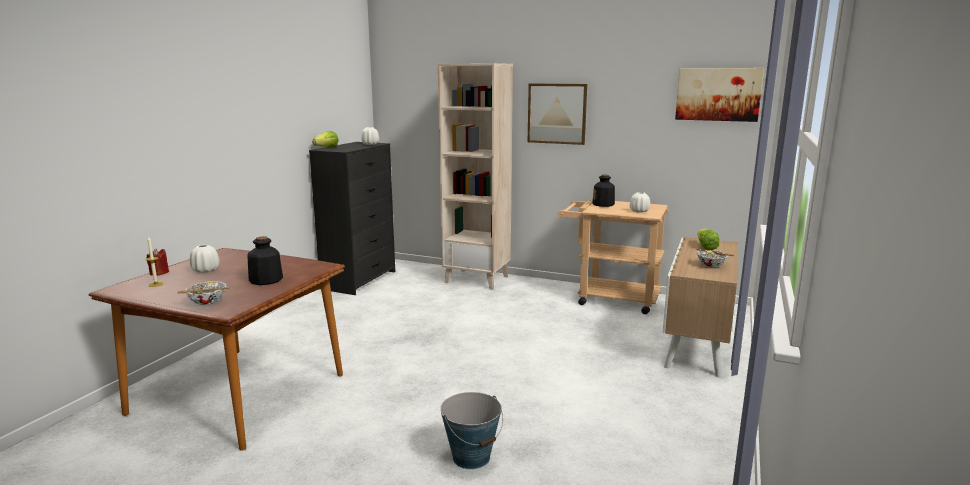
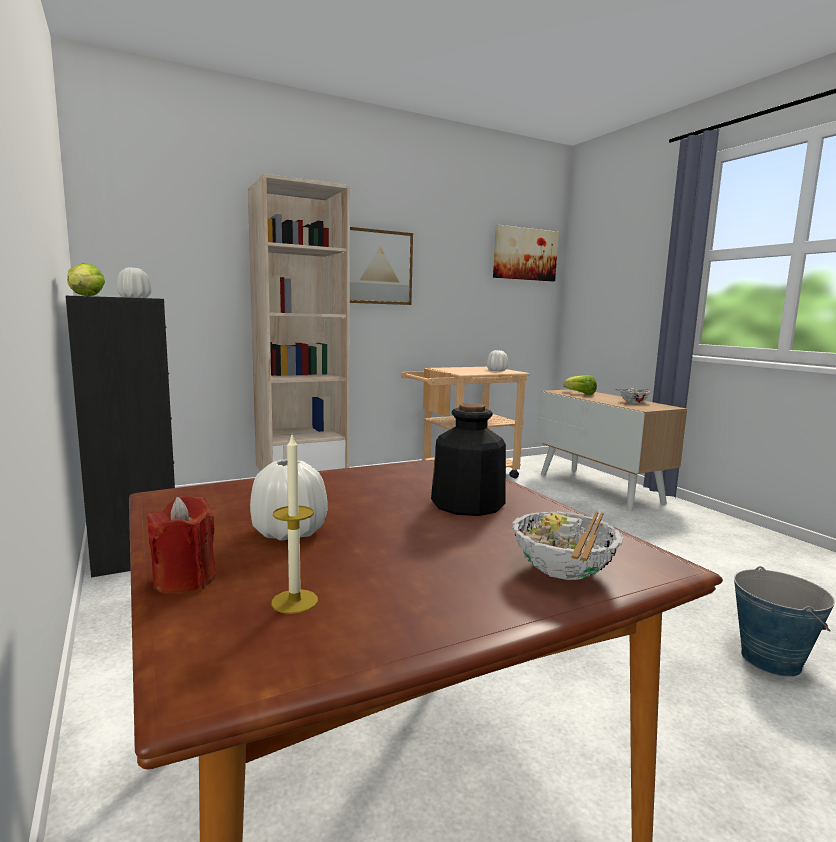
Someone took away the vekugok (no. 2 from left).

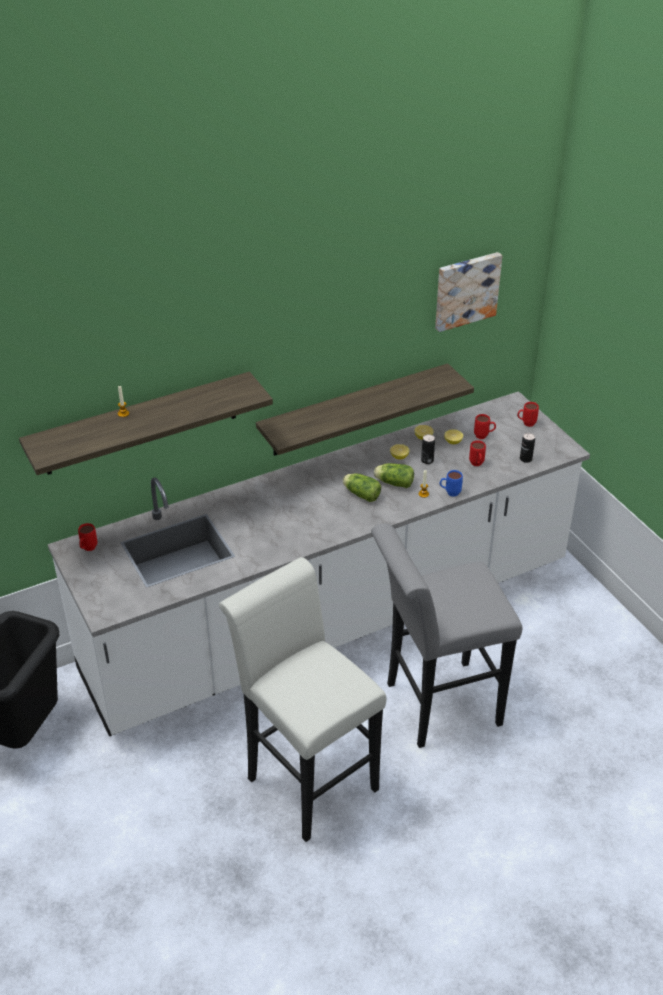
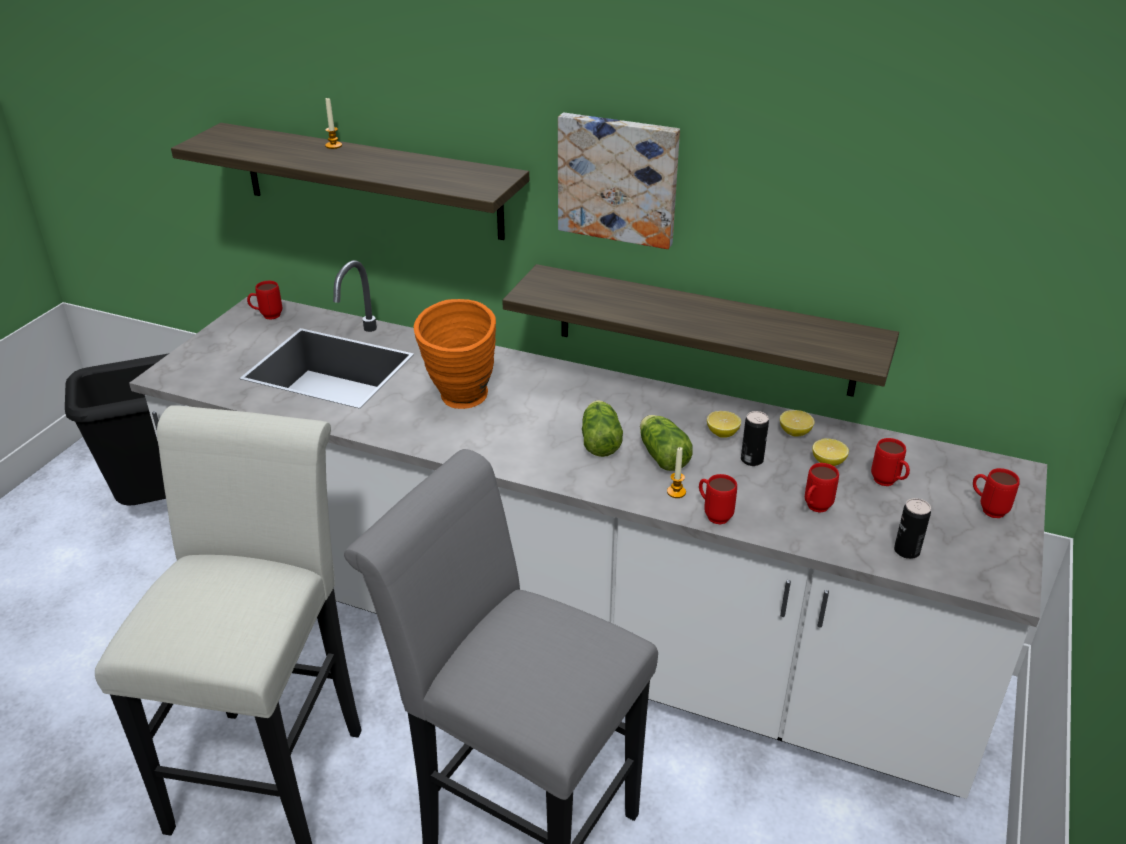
Someone put down the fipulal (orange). Someone carried the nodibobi. Someone repainted the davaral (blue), which became the davaral (red) (no. 2 from left).

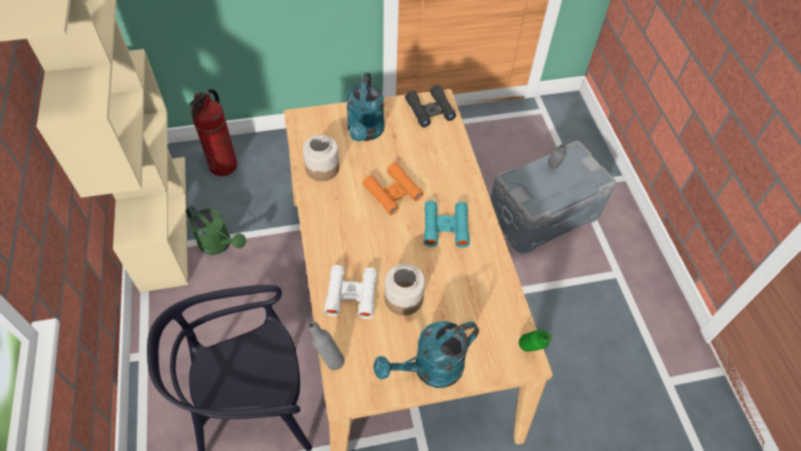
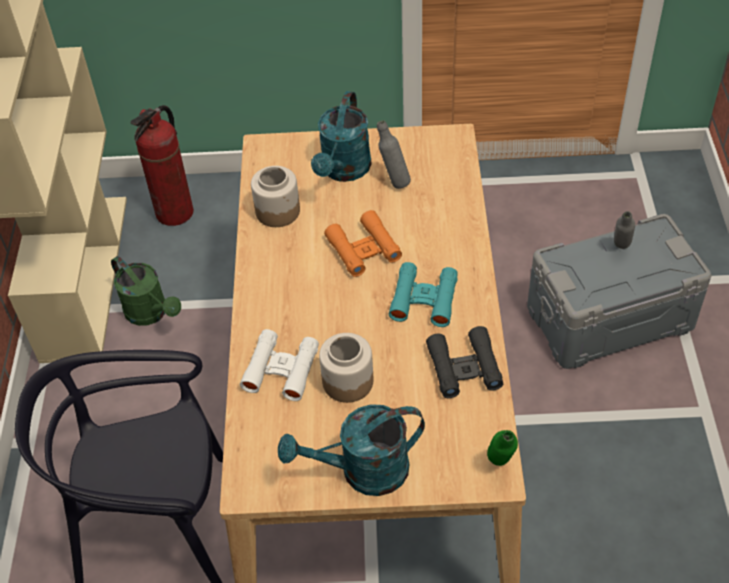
Someone carried the vekugok (grey) (no. 1 from left). Someone carried the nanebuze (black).

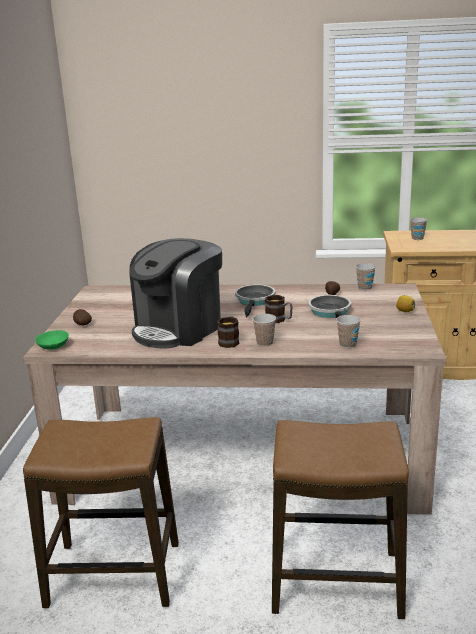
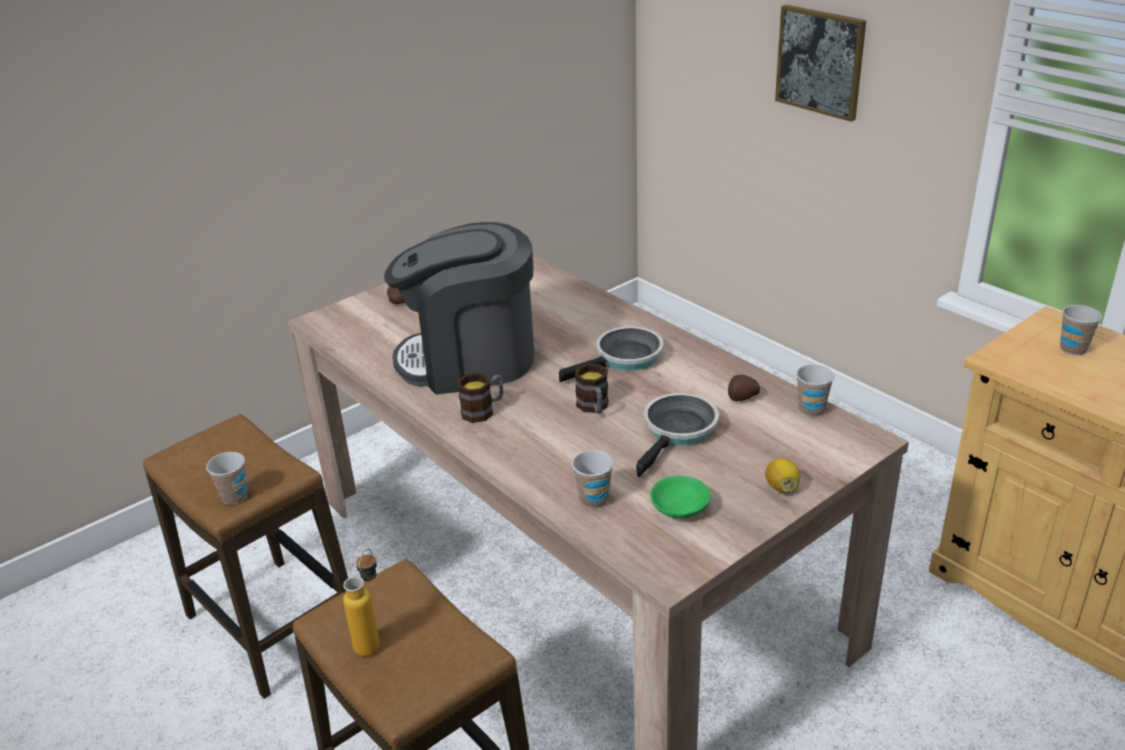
Someone carried the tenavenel (no. 1 from left). Someone put down the vekugok. Someone carried the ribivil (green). Someone put up the nodibobi.

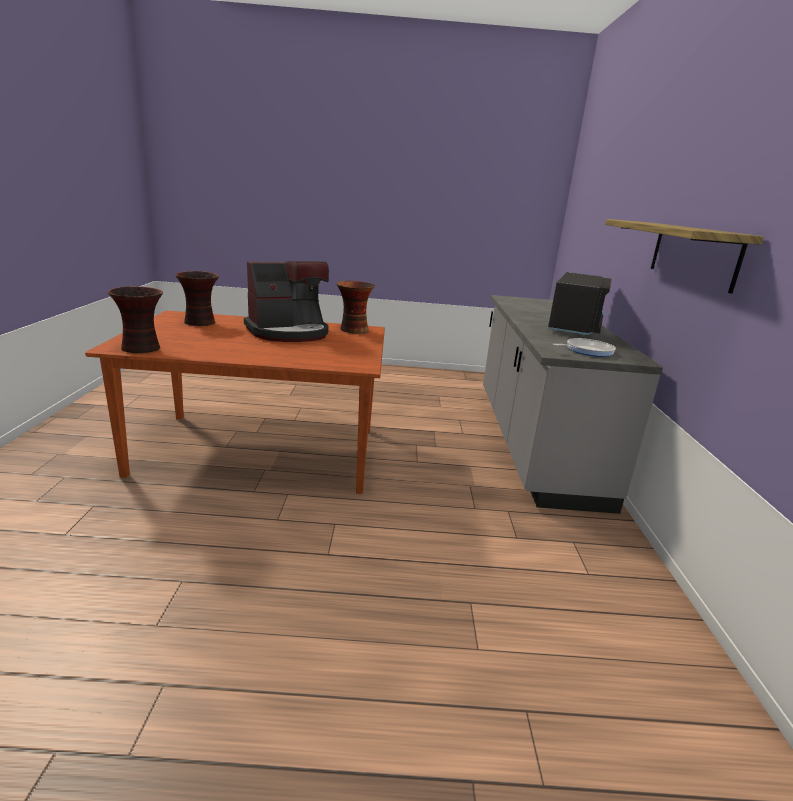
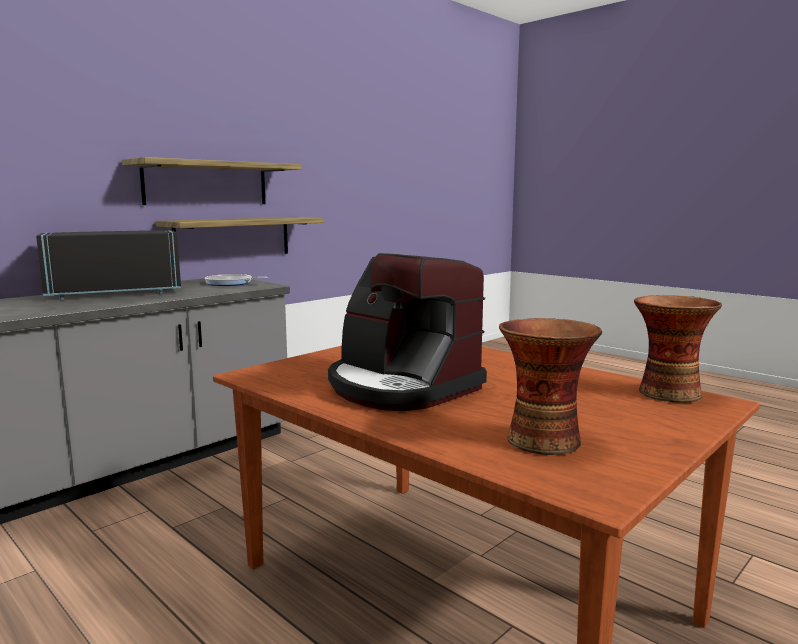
Someone put up the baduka (no. 2 from left). Someone rotated the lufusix by 150 degrees counterclockwise. Someone took away the fipulal (no. 3 from left).

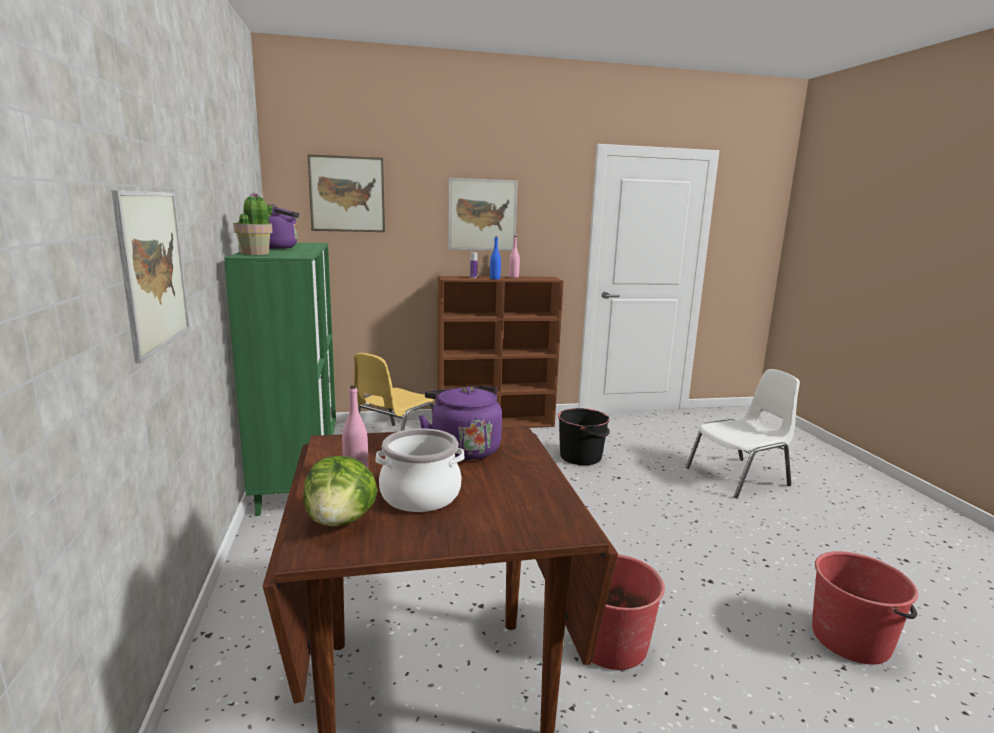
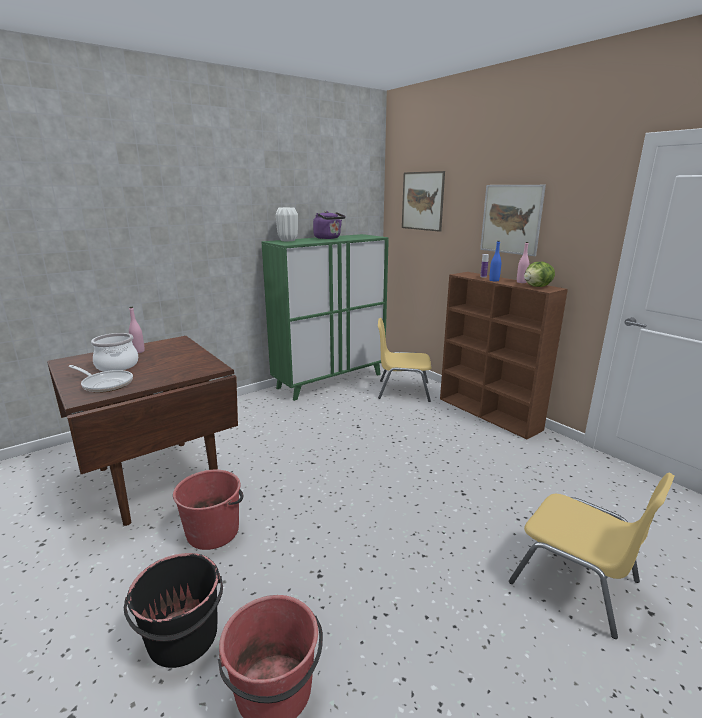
Someone put down the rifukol. Someone carried the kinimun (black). Someone swapped the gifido for the fipulal (white). Someone repainted the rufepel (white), which became the rufepel (yellow) (no. 2 from left). Someone carried the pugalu. Someone took away the nodibobi (no. 1 from left). Someone took away the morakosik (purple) (no. 2 from left).

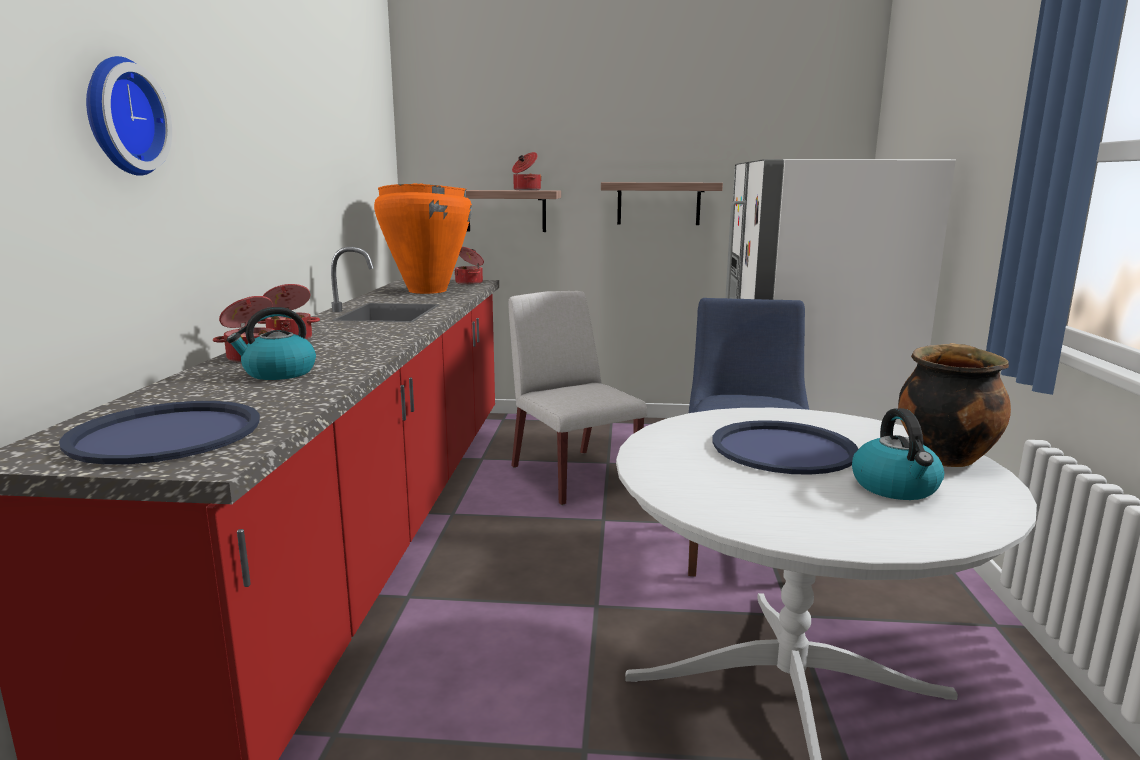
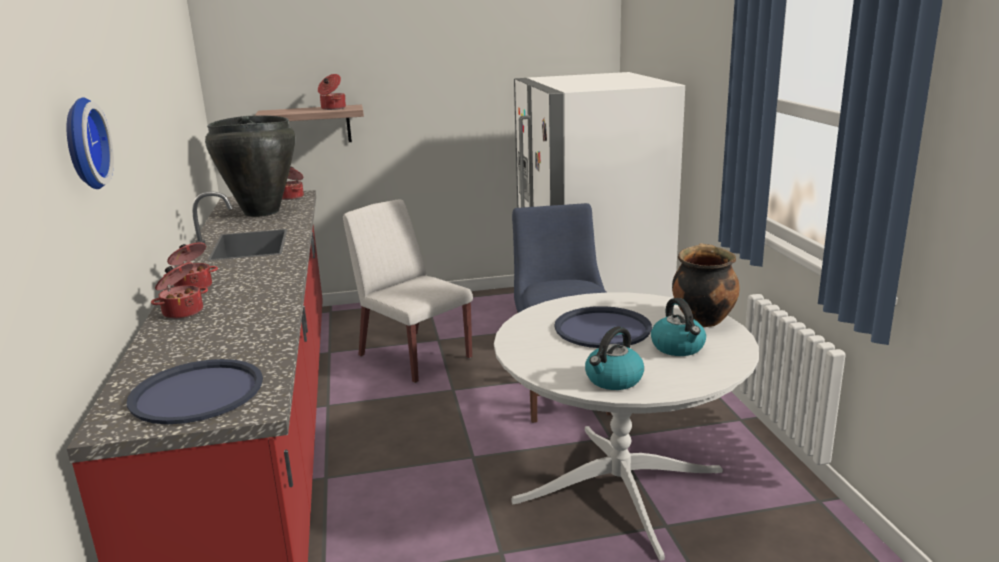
Someone repainted the fipulal (orange), which became the fipulal (black). Someone carried the morakosik (no. 1 from left). Someone took away the baduka (no. 2 from left).

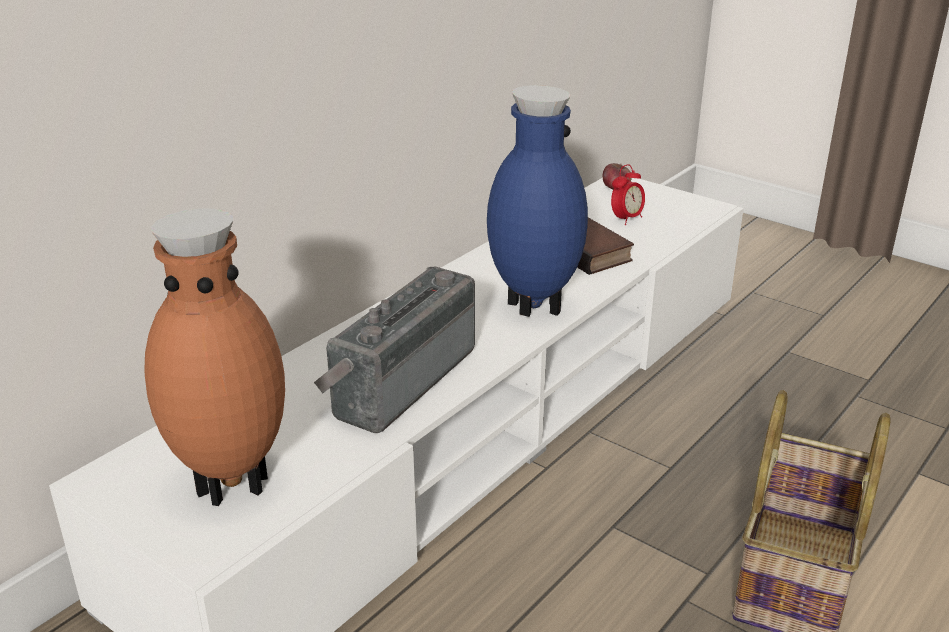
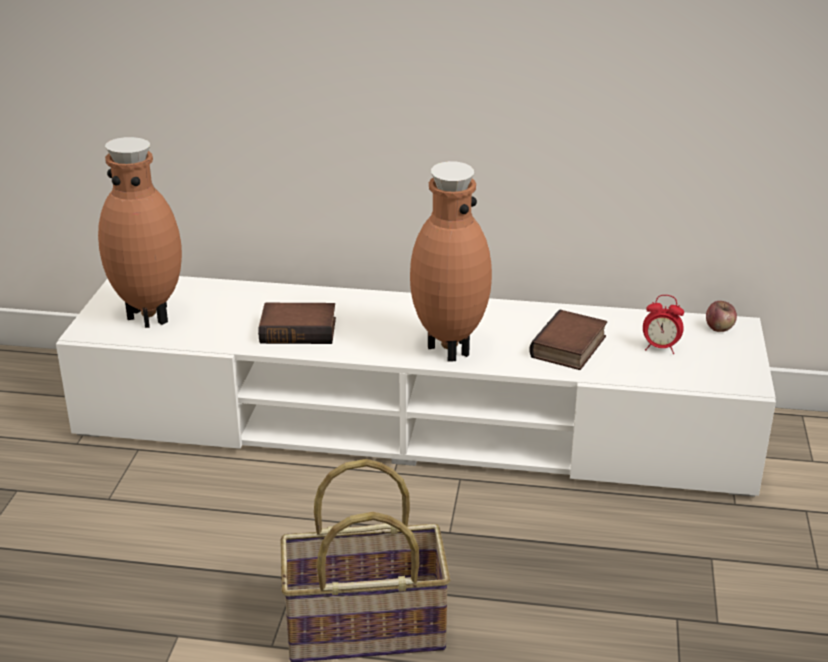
Someone swapped the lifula for the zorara (no. 1 from left). Someone repainted the fipulal (blue), which became the fipulal (brown) (no. 2 from left).

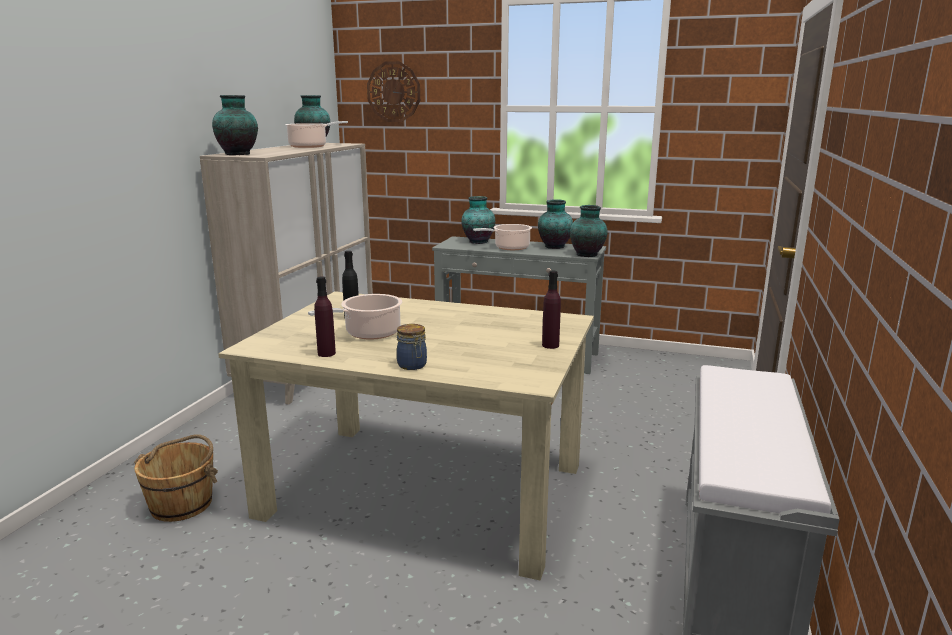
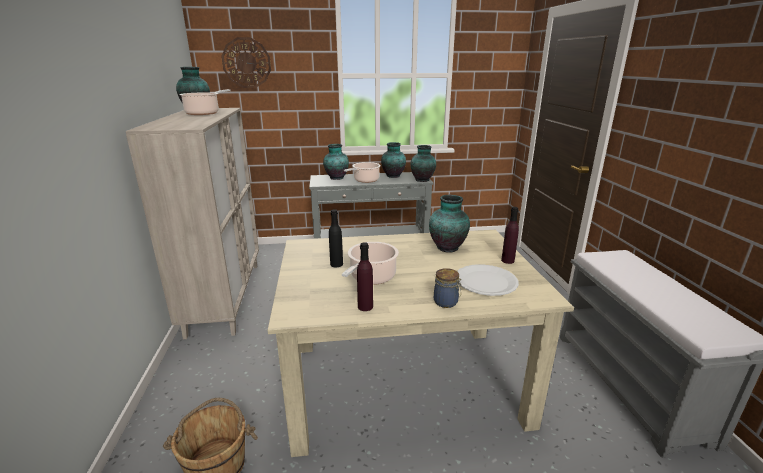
Someone carried the fipulal (no. 1 from left in the first image). Someone put down the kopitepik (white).

